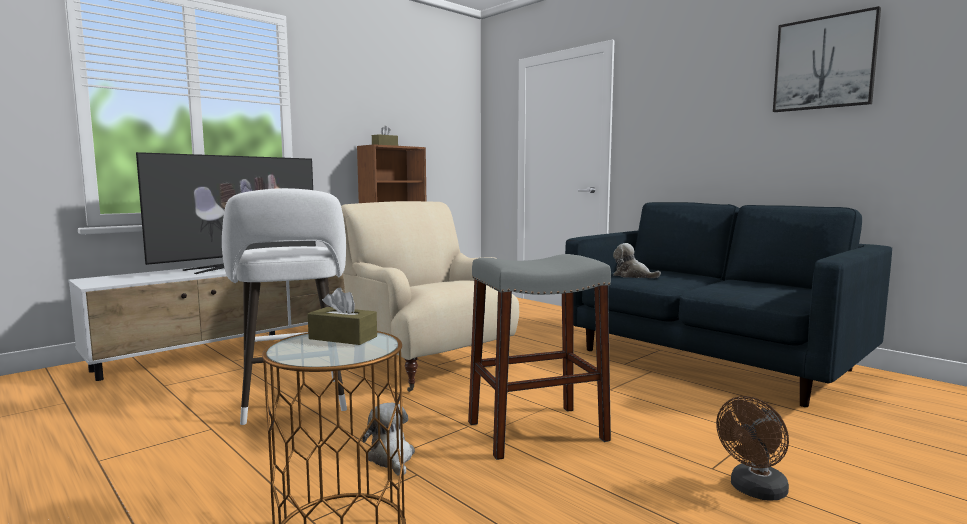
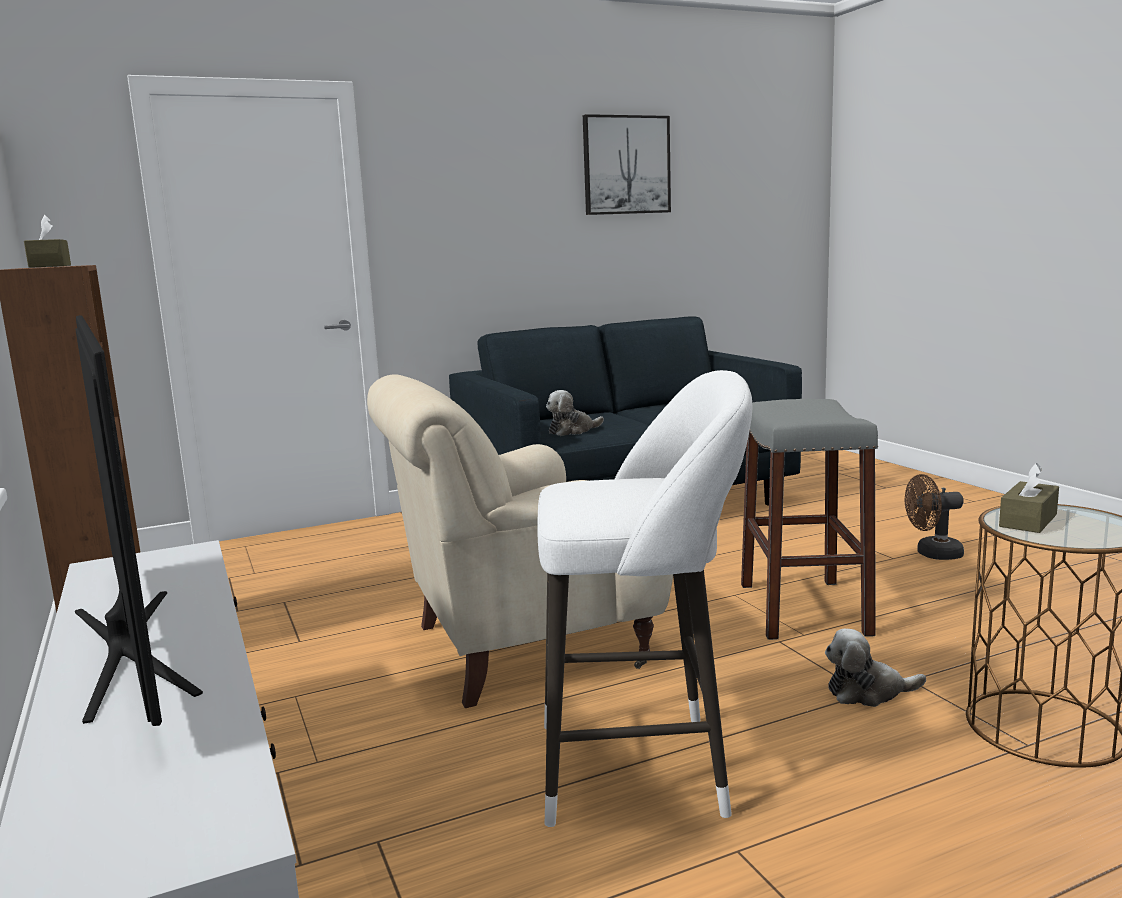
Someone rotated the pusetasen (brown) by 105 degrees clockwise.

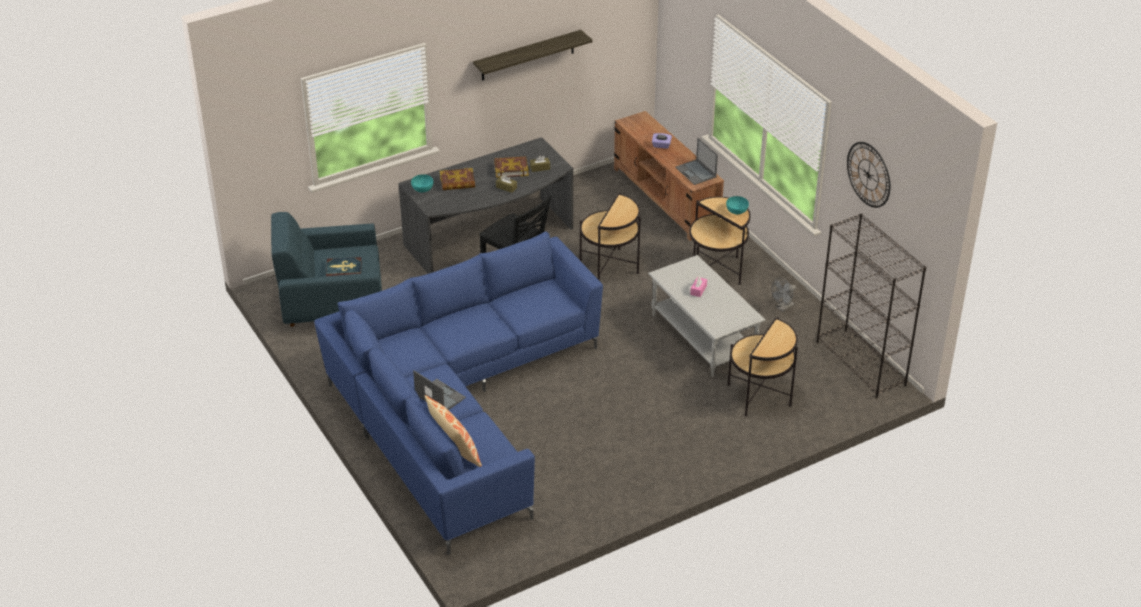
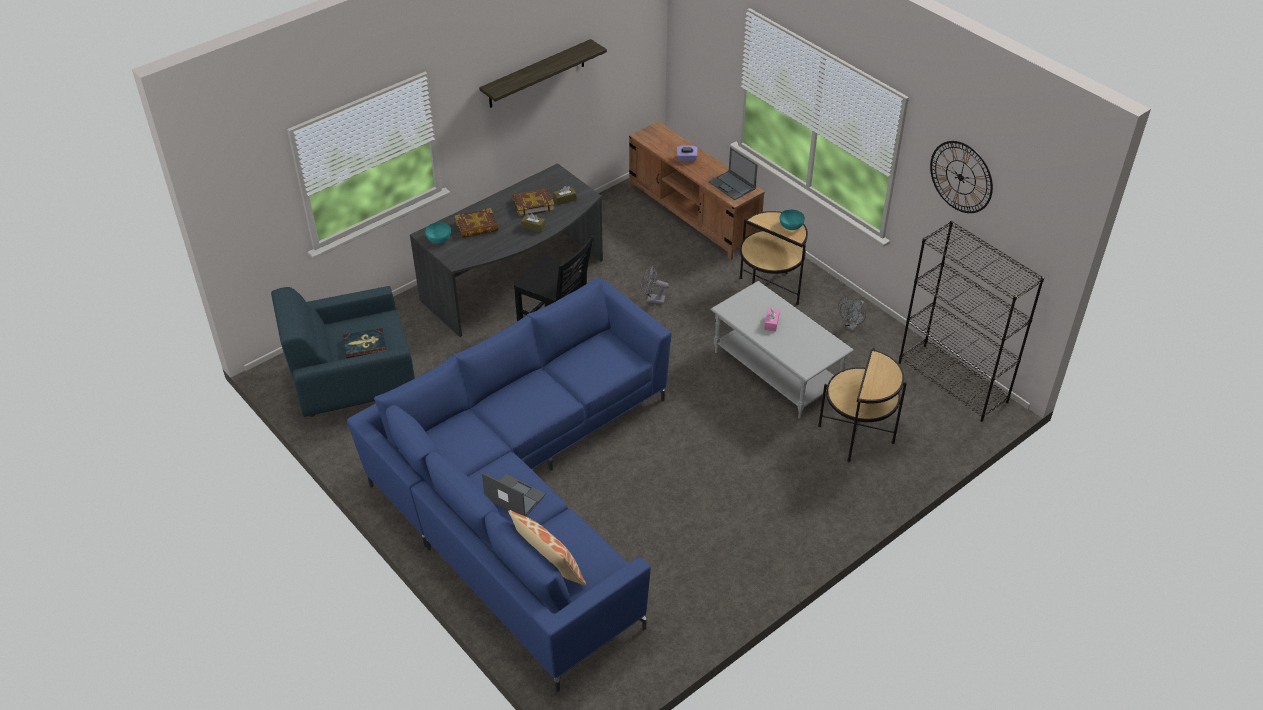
Someone swapped the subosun (no. 1 from left) for the pusetasen (grey) (no. 1 from left).

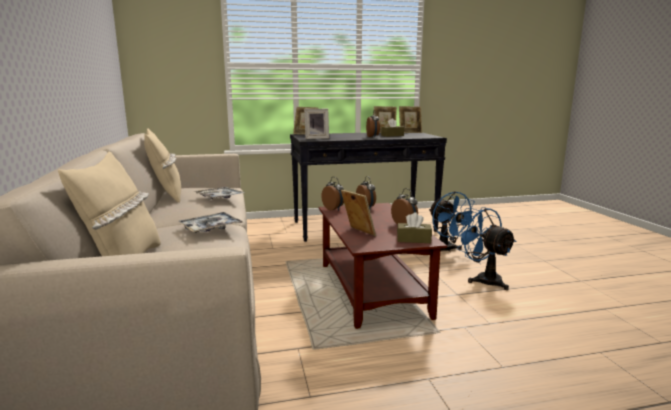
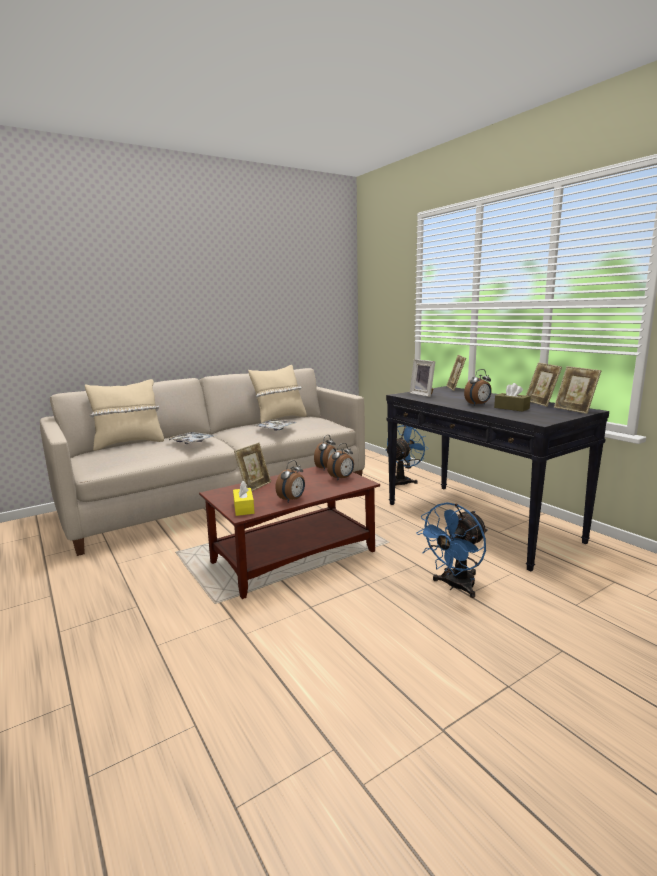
Someone repainted the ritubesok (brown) (no. 2 from left), which became the ritubesok (yellow). Someone carried the pusetasen (blue) (no. 2 from left in the first image).

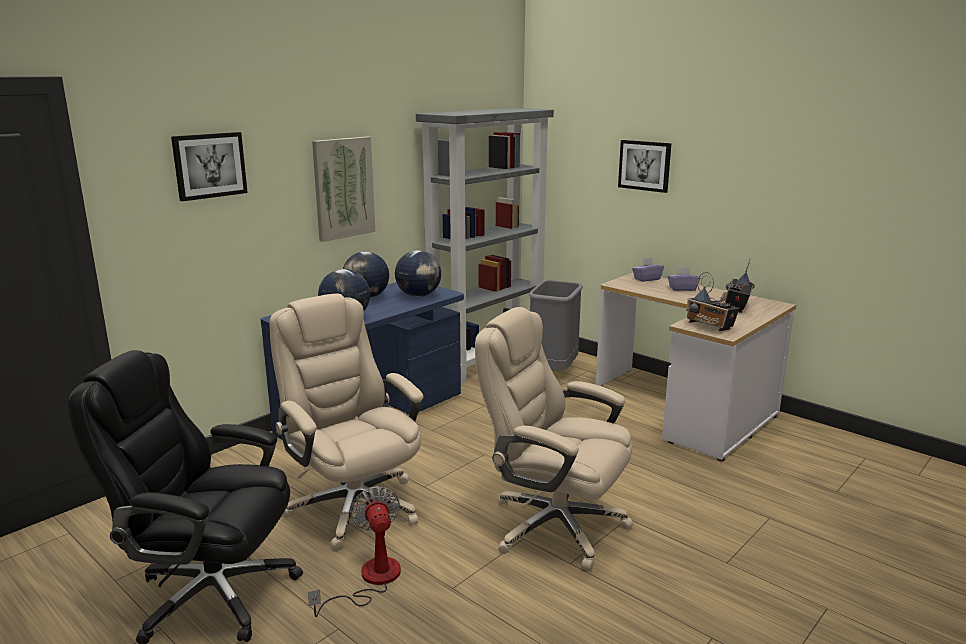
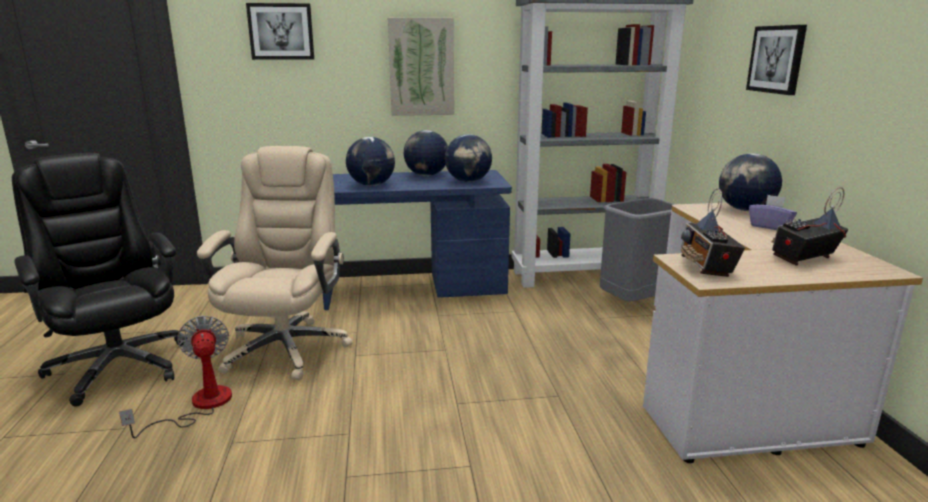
Someone rotated the pusetasen by 45 degrees counterclockwise. Someone swapped the ritubesok (purple) (no. 1 from left) for the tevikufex (no. 4 from left). Someone took away the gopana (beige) (no. 2 from left).

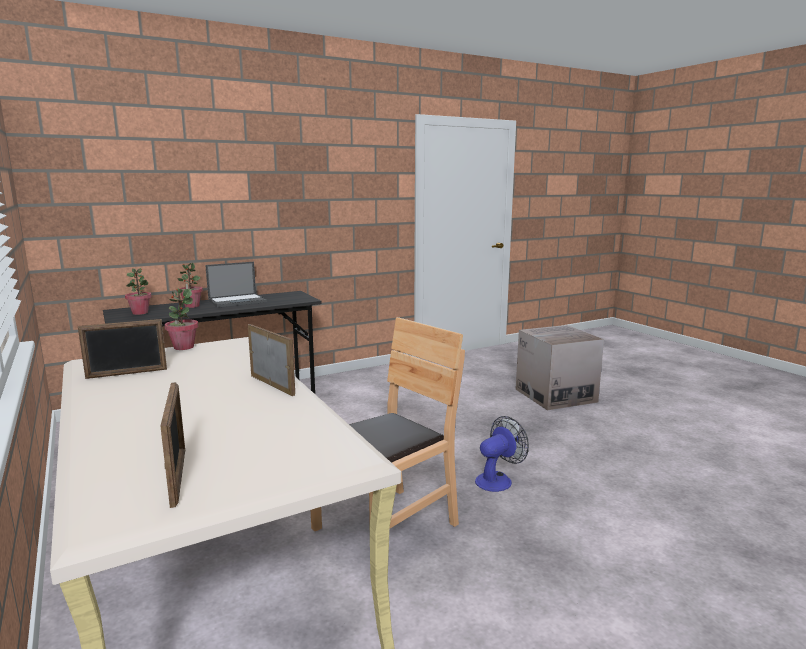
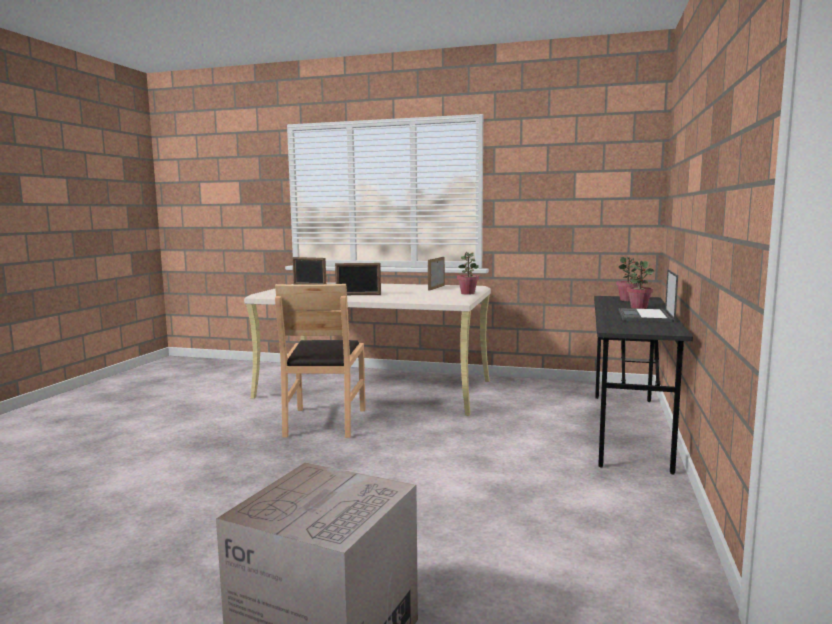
Someone took away the pusetasen.

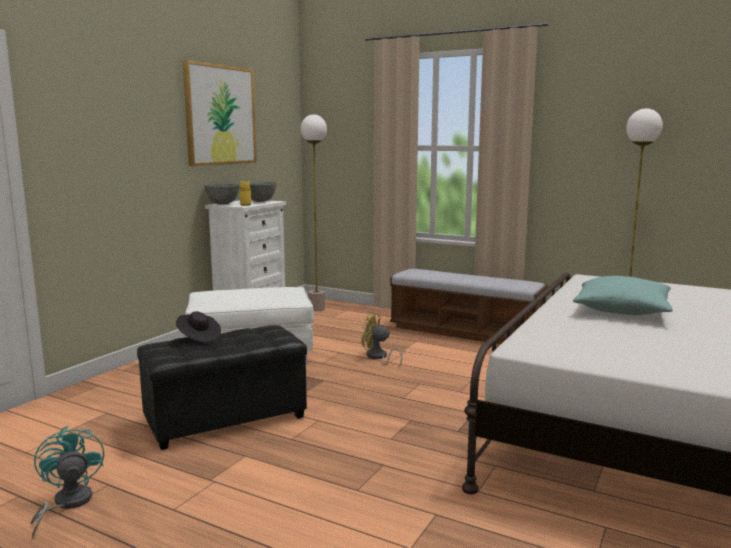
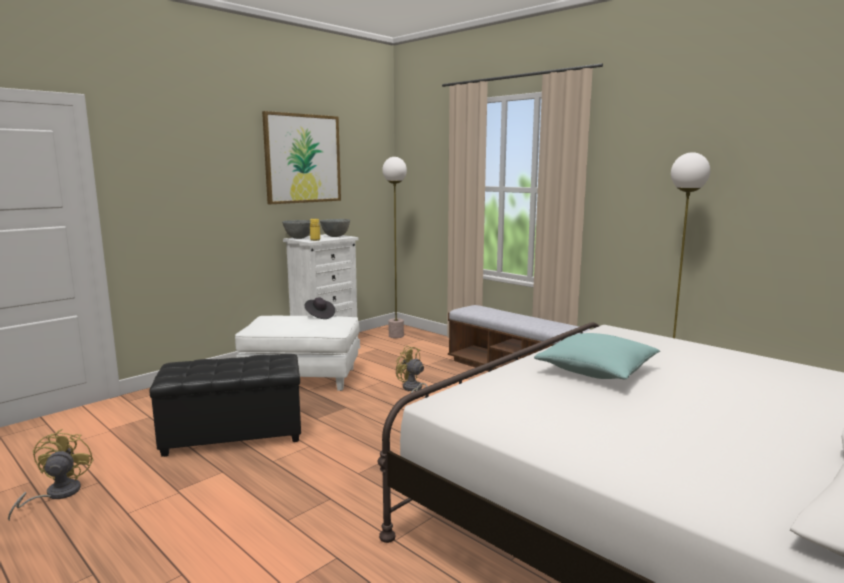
Someone repainted the pusetasen (turquoise), which became the pusetasen (yellow) (no. 1 from left). Someone carried the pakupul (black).

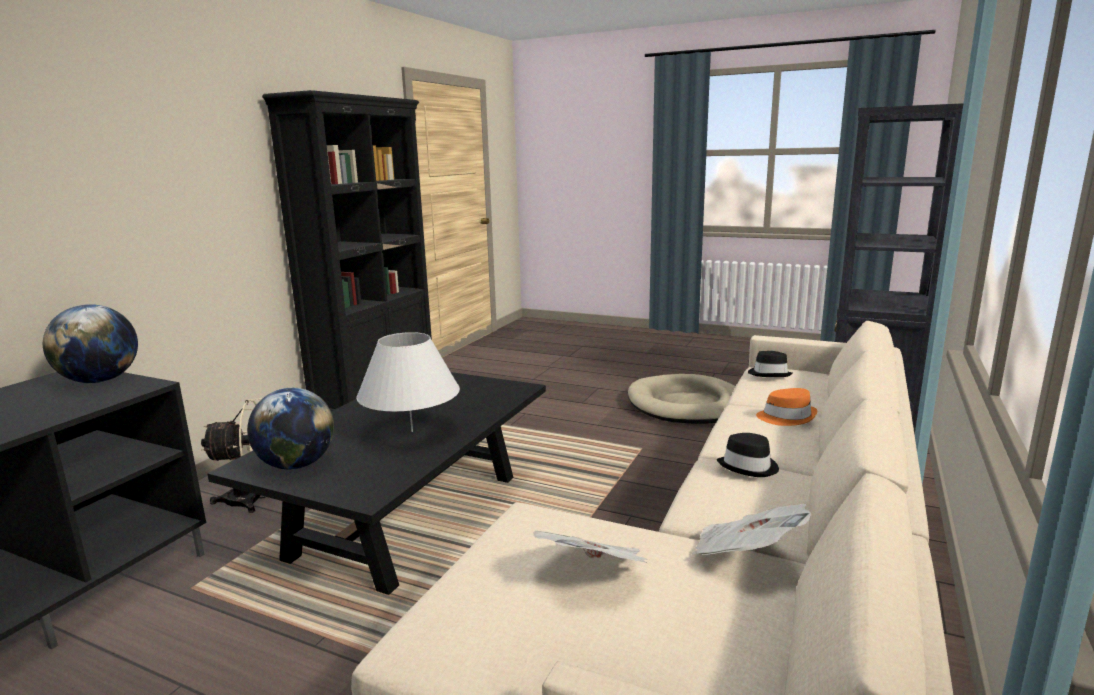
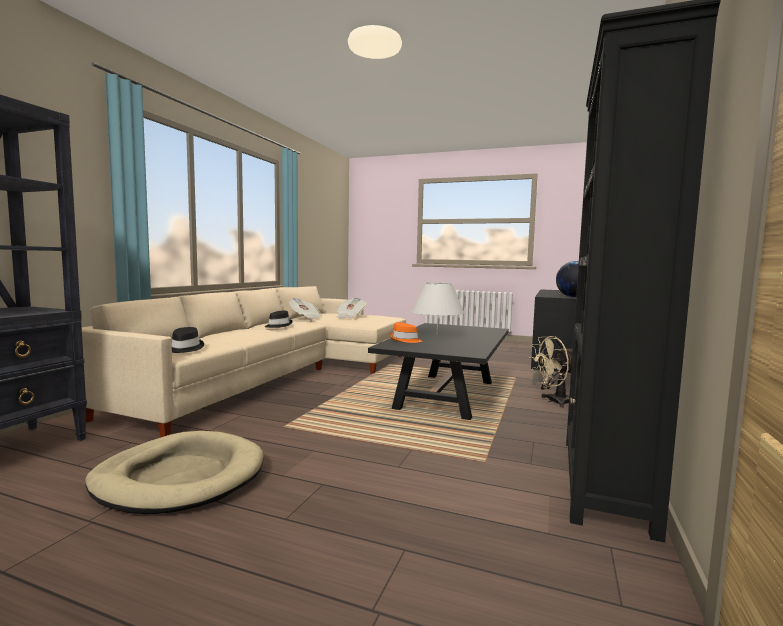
Someone carried the pakupul (orange). Someone took away the tevikufex (no. 2 from left).

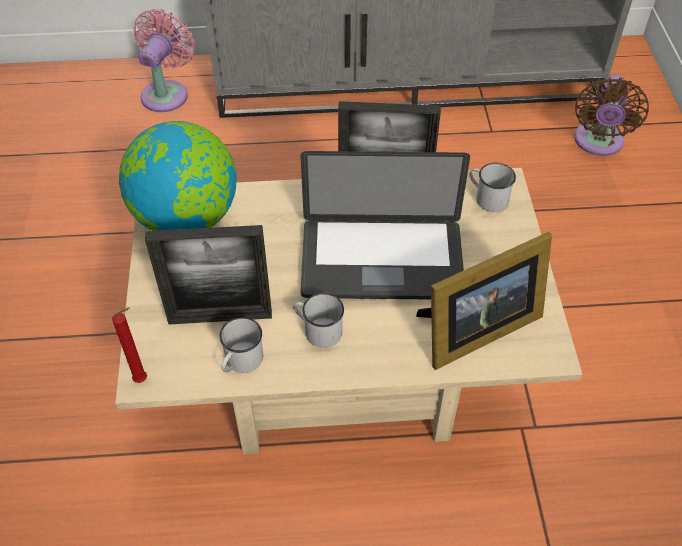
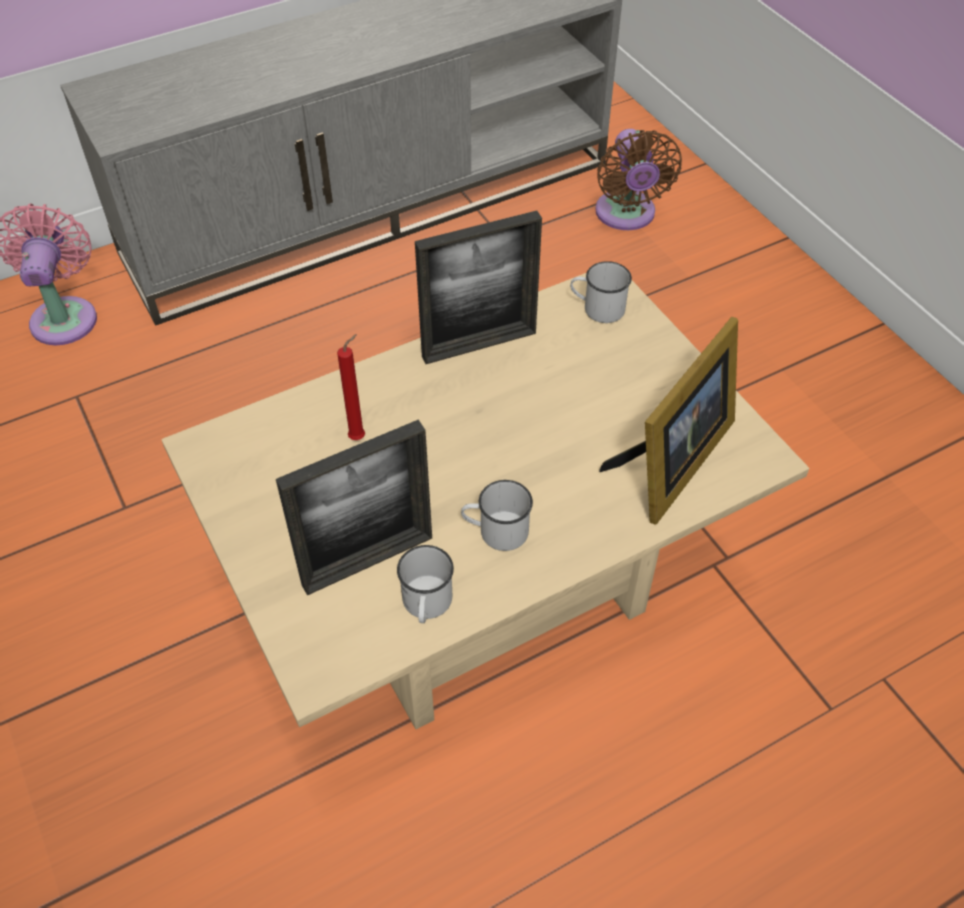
Someone carried the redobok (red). Someone took away the tevikufex. Someone took away the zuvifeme.

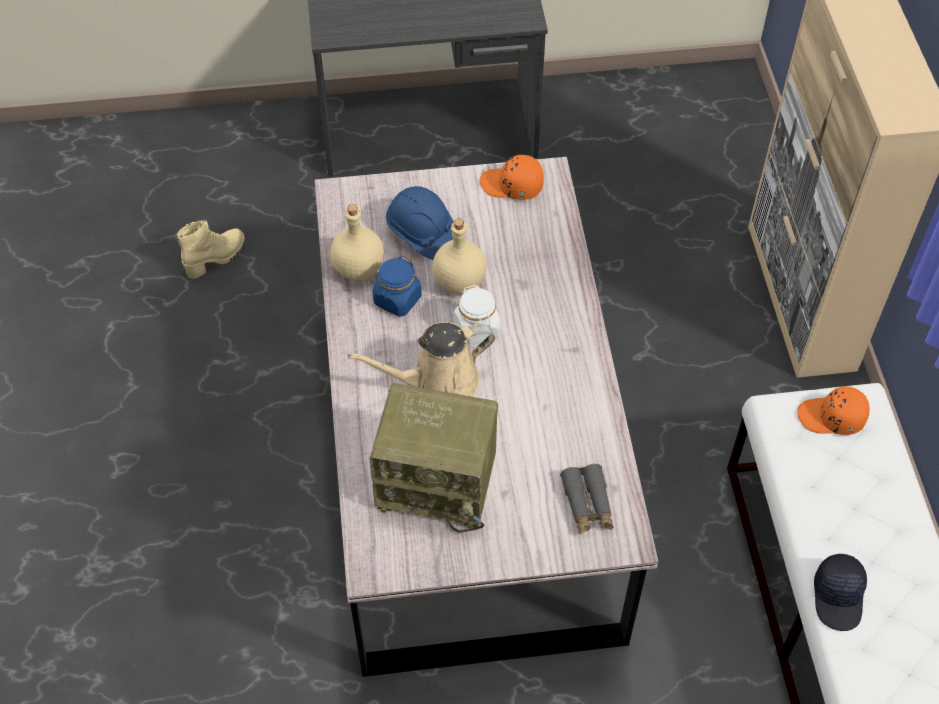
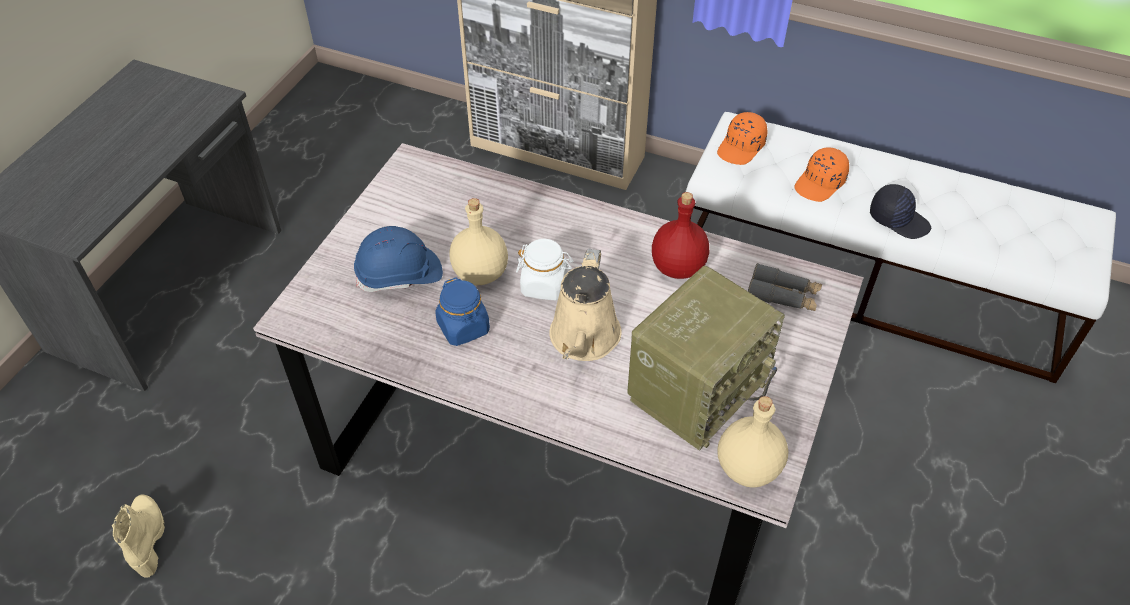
Someone put down the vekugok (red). Someone carried the vekugok (beige) (no. 1 from left in the first image). Someone carried the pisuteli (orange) (no. 1 from left in the first image).

